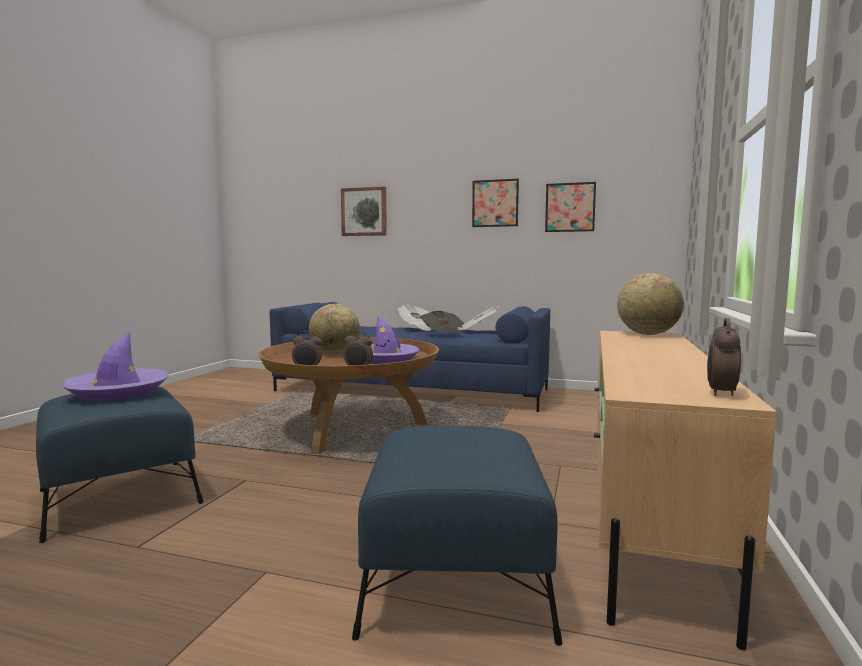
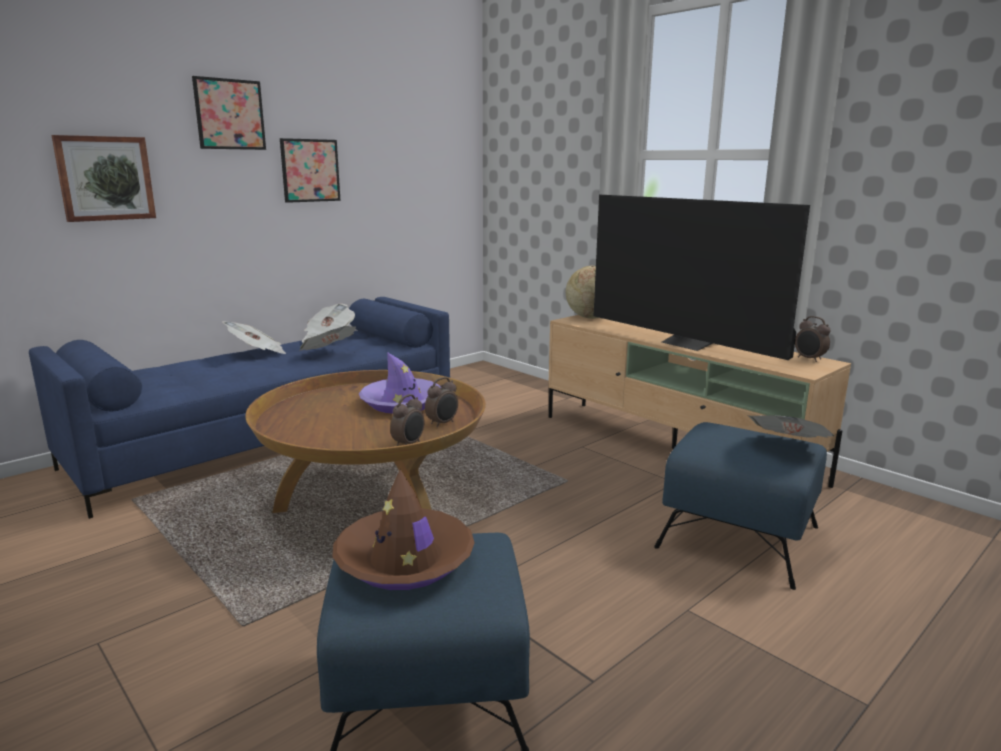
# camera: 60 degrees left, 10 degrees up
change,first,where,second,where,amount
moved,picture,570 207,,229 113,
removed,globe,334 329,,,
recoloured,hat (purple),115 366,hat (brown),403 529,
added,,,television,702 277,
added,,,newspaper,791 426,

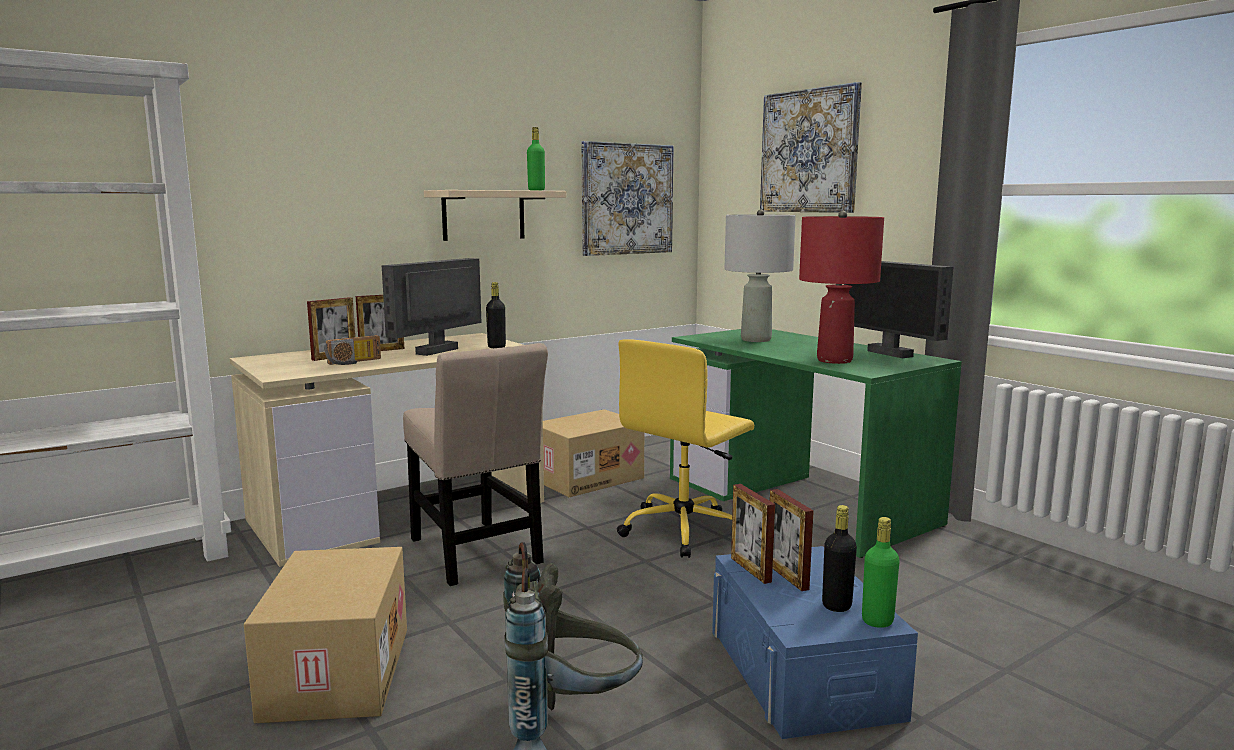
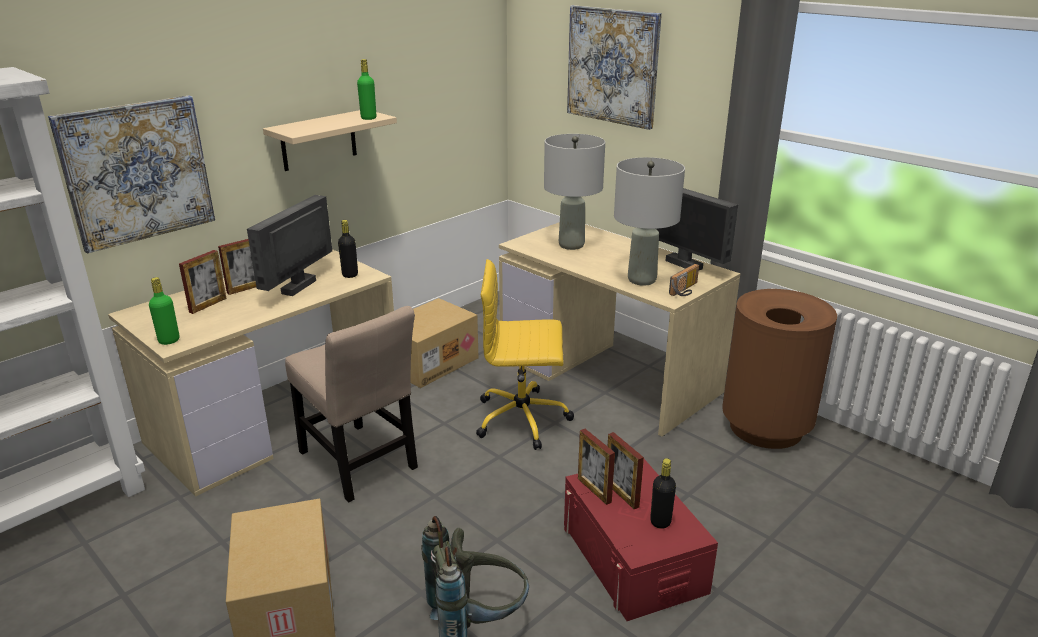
# camera: 10 degrees left, 15 degrees up
change,first,where,second,where,amount
moved,picture,627 198,,131 174,
recoloured,table lamp (red),841 287,table lamp (grey),649 221,
recoloured,desk (green),816 443,desk (beige),619 329,
moved,radio,352 350,,684 280,
turned,office chair (yellow),685 448,,525 354,60 degrees clockwise
moved,bottle (green),881 572,,164 311,
recoloured,storage box (blue),815 642,storage box (red),641 540,
added,,,trash can (brown),779 369,

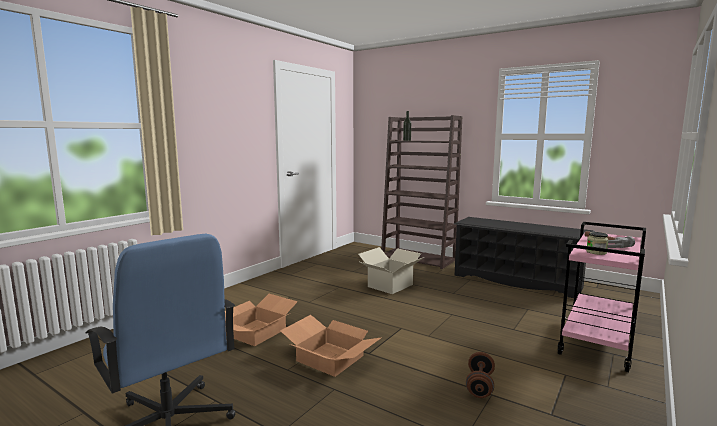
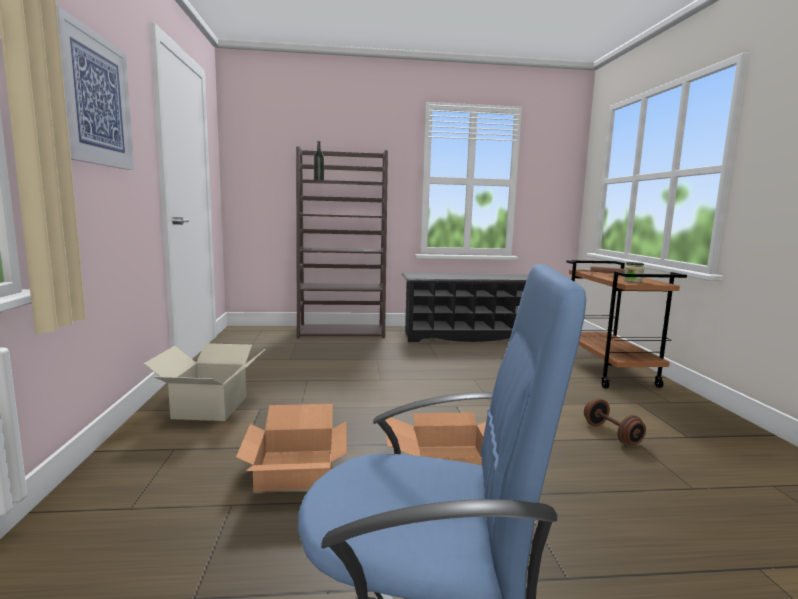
# camera: 40 degrees left, 0 degrees up
change,first,where,second,where,amount
recoloured,cart (pink),602 297,cart (brown),626 324,
moved,cardboard box,391 270,,204 382,
added,,,picture,95 88,

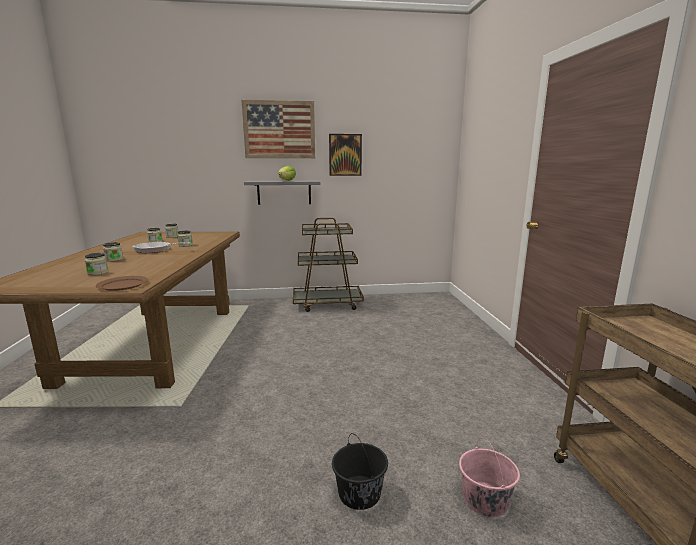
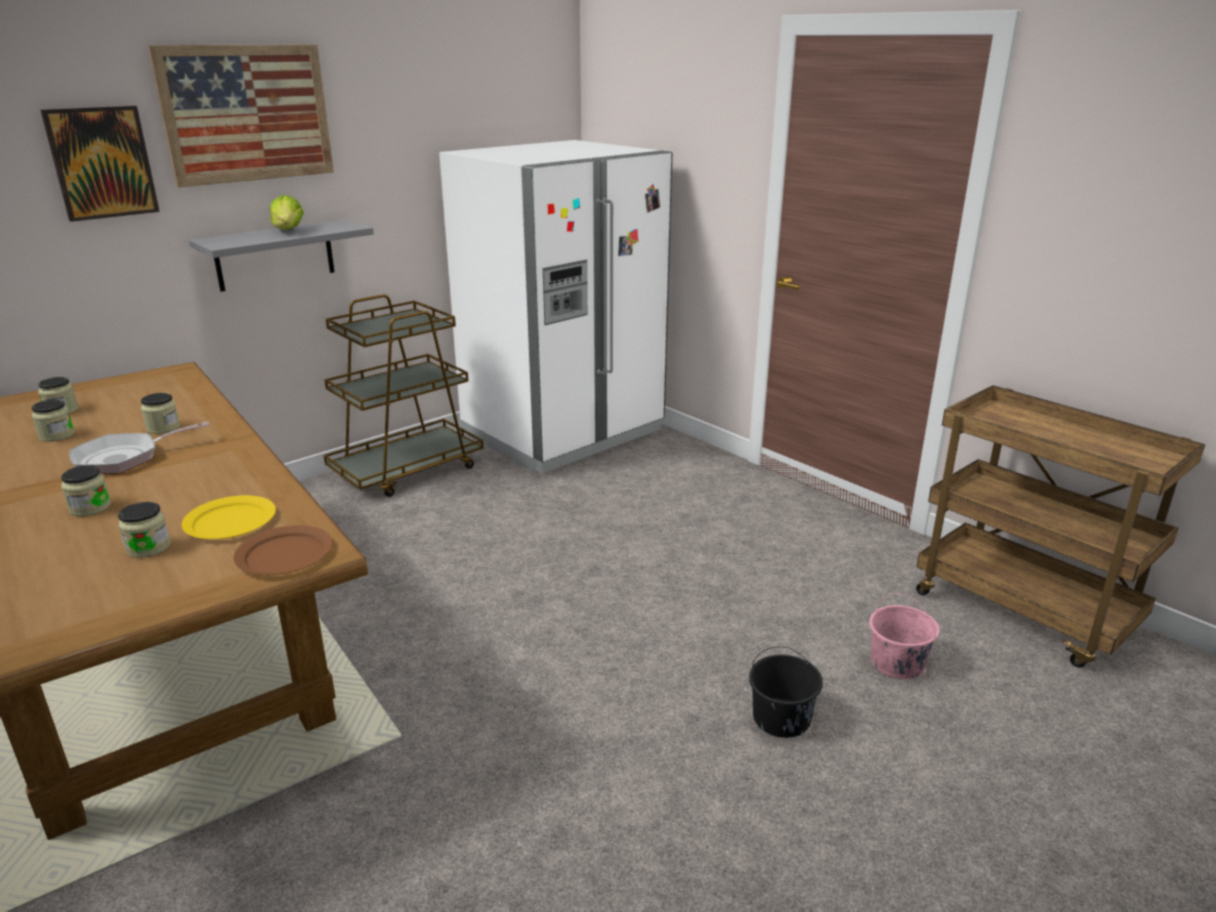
# camera: 35 degrees left, 10 degrees up
change,first,where,second,where,amount
moved,picture,345 155,,100 164,
added,,,fridge (white),556 307,
added,,,plate (yellow),228 517,

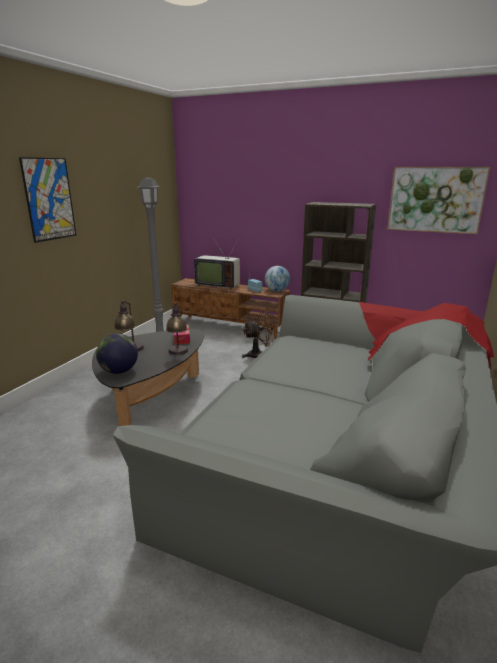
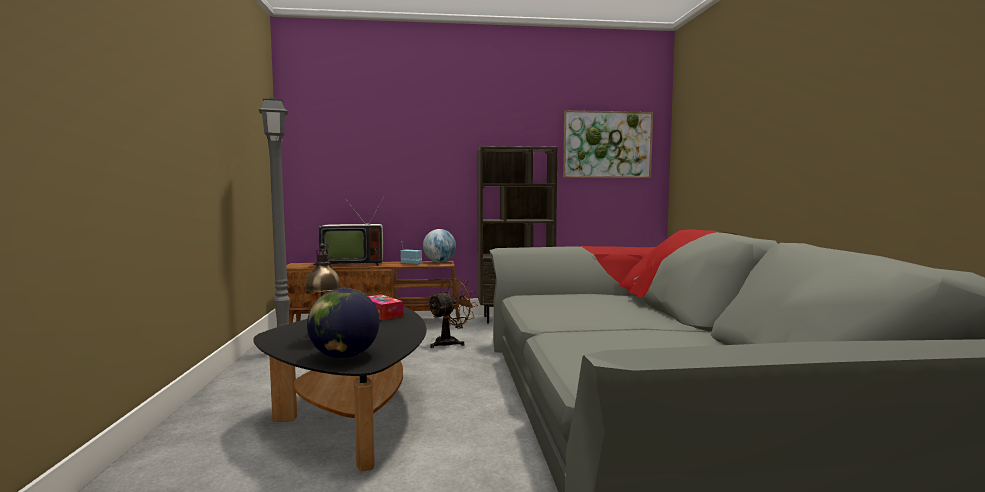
# camera: 30 degrees left, 15 degrees down
change,first,where,second,where,amount
removed,picture,47 200,,,
removed,table lamp,177 328,,,

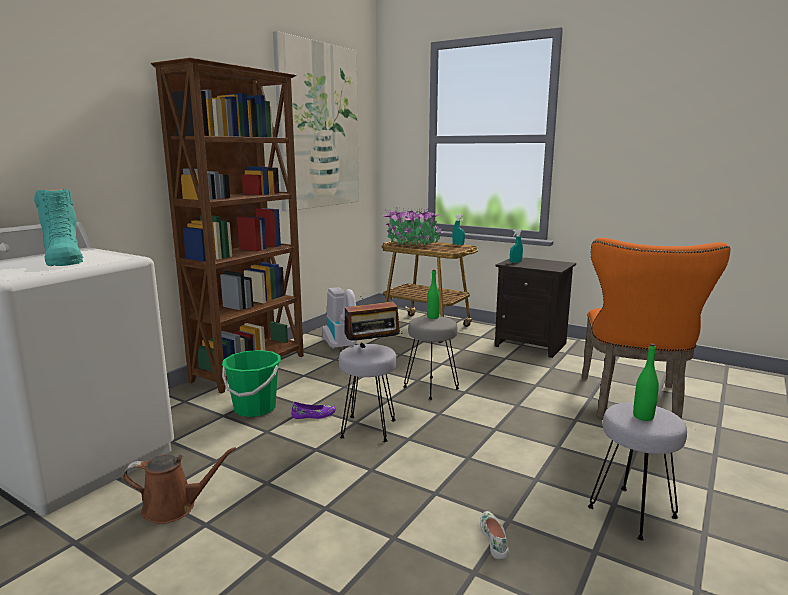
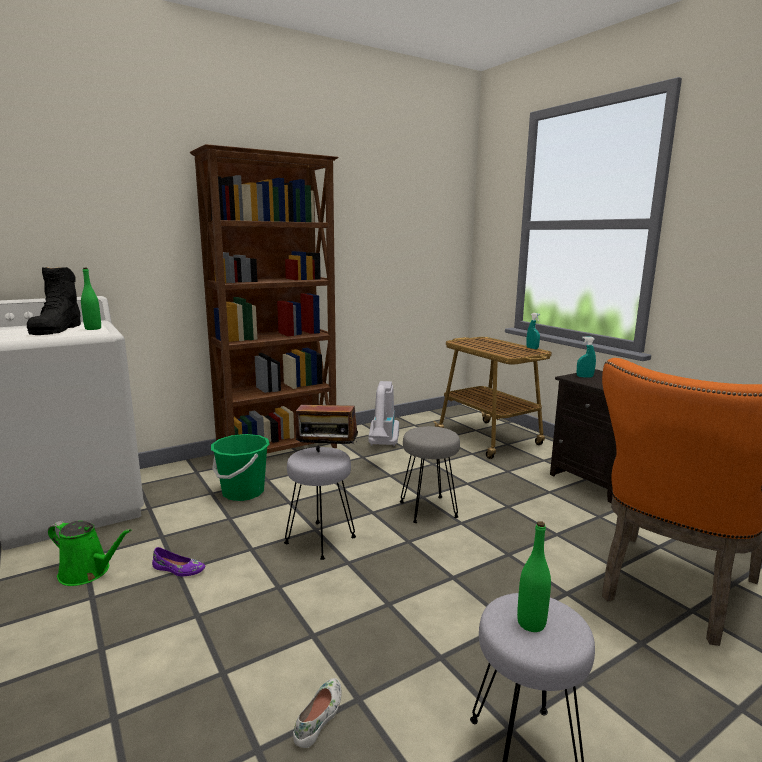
# camera: 25 degrees right, 0 degrees up
change,first,where,second,where,amount
removed,picture,316 121,,,
recoloured,boot (turquoise),58 227,boot (black),54 301,
removed,potted plant,413 226,,,
moved,bottle (green),433 294,,91 299,
moved,shoe (purple),313 410,,178 561,
recoloured,watering can (brown),179 485,watering can (green),90 553,

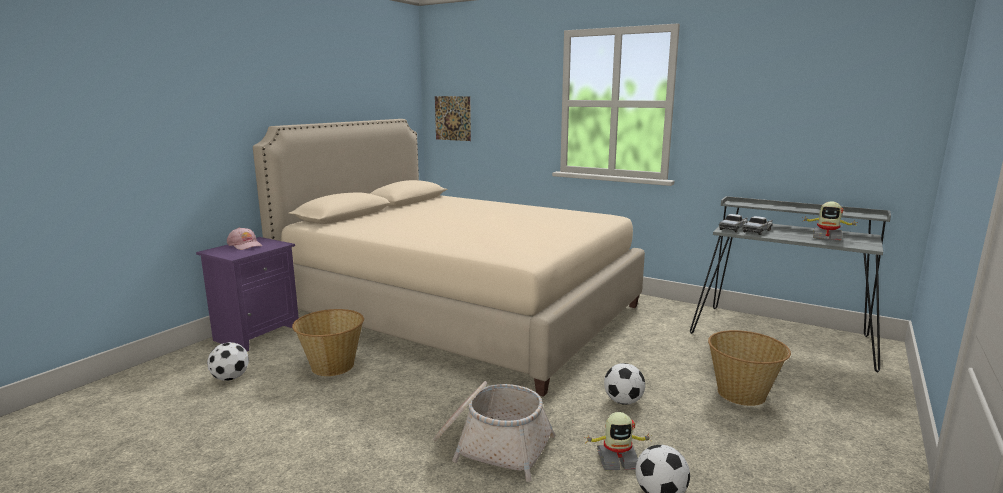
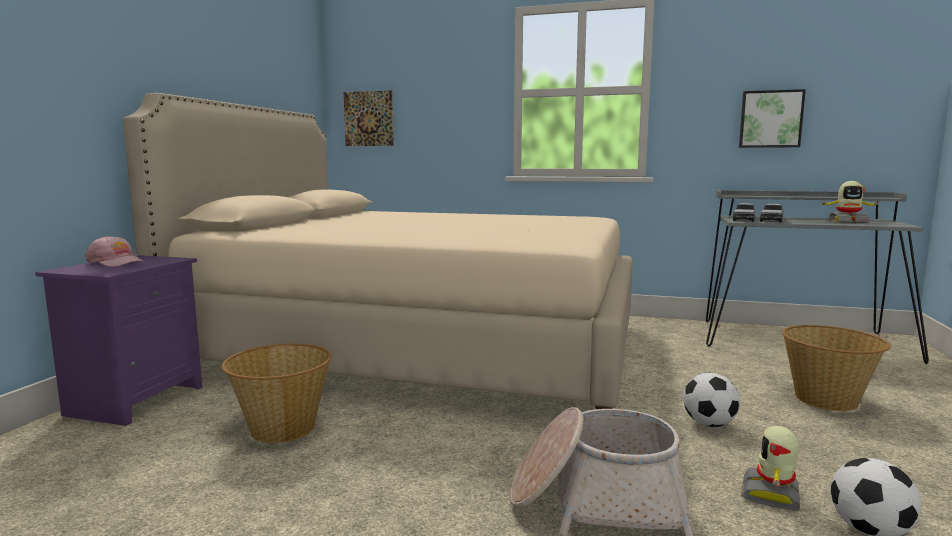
# camera: 15 degrees left, 5 degrees down
change,first,where,second,where,amount
removed,football,228 361,,,
turned,toy robot,617 441,,770 468,135 degrees clockwise
added,,,picture,772 118,

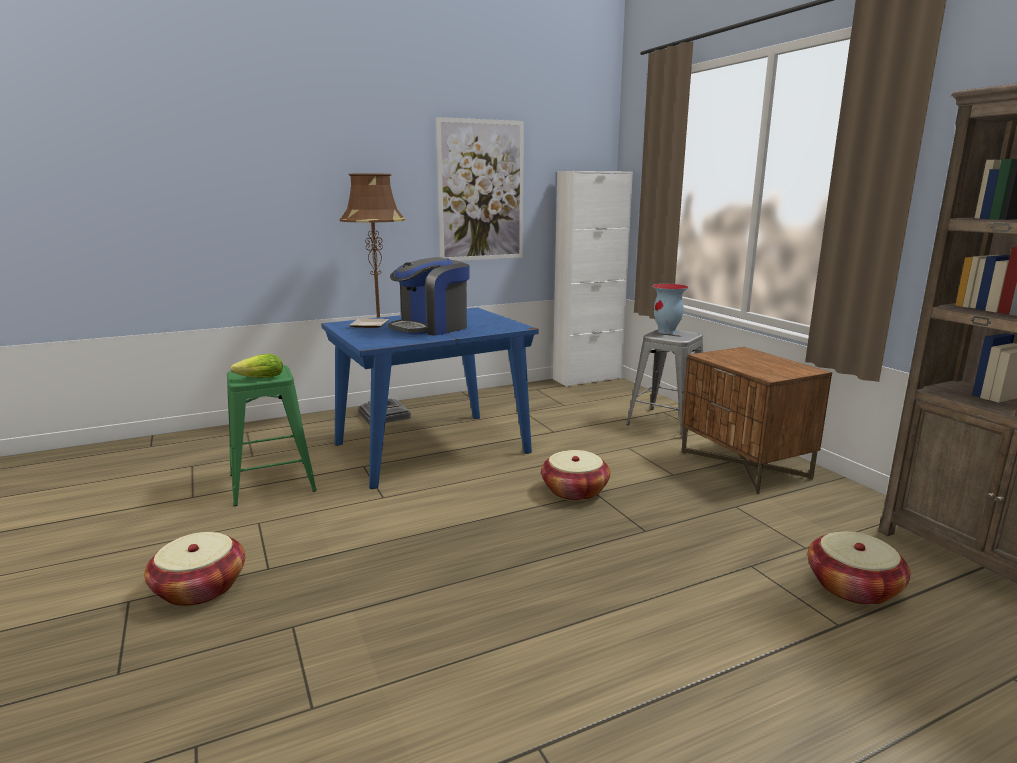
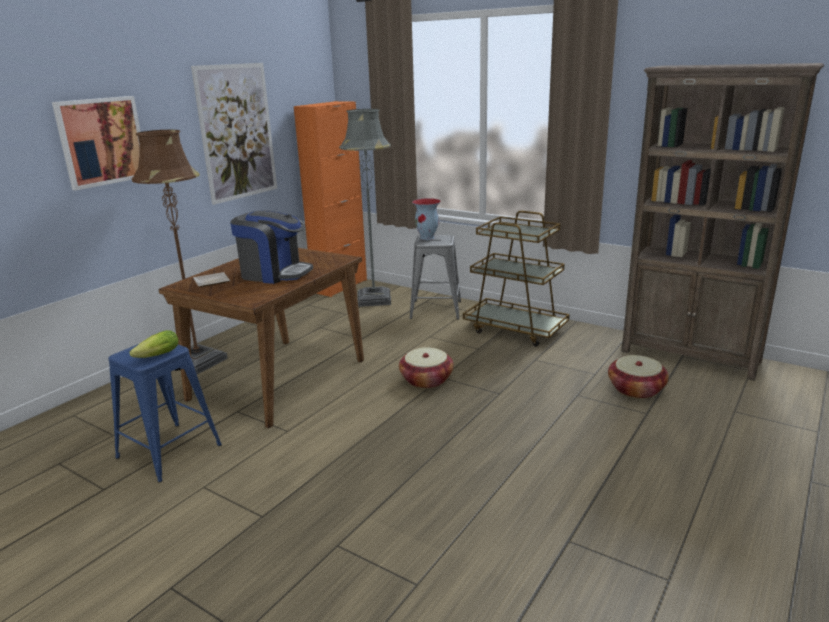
# camera: 30 degrees left, 5 degrees up
change,first,where,second,where,amount
recoloured,cabinet (white),593 279,cabinet (orange),330 199,
turned,coffee machine,429 296,,271 247,90 degrees counterclockwise
recoloured,dining table (blue),430 398,dining table (brown),261 338,
replaced,nightstand (brown),757 421,cart (brown),516 279,
recoloured,stool (green),272 435,stool (blue),165 413,
removed,basket,194 569,,,
added,,,picture,96 143,
added,,,floor lamp (grey),365 208,

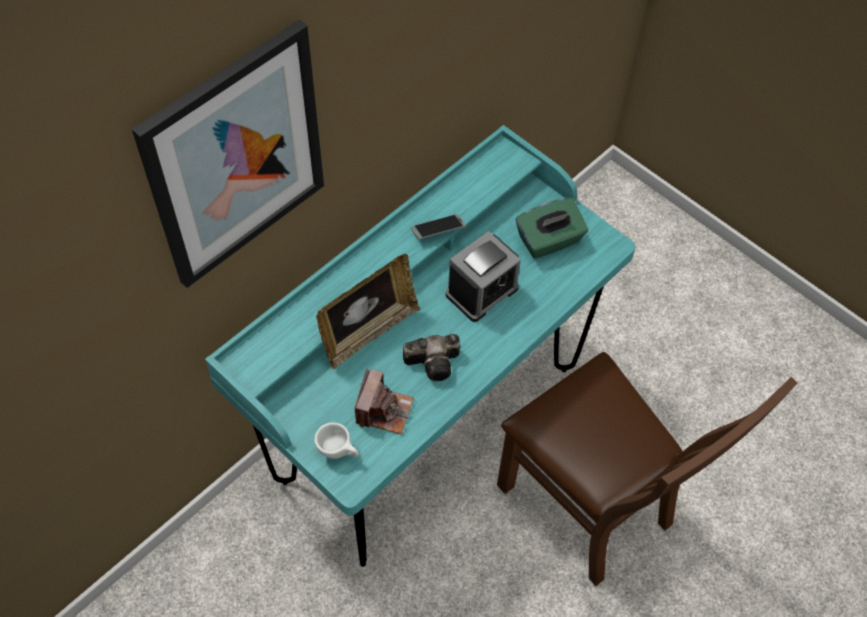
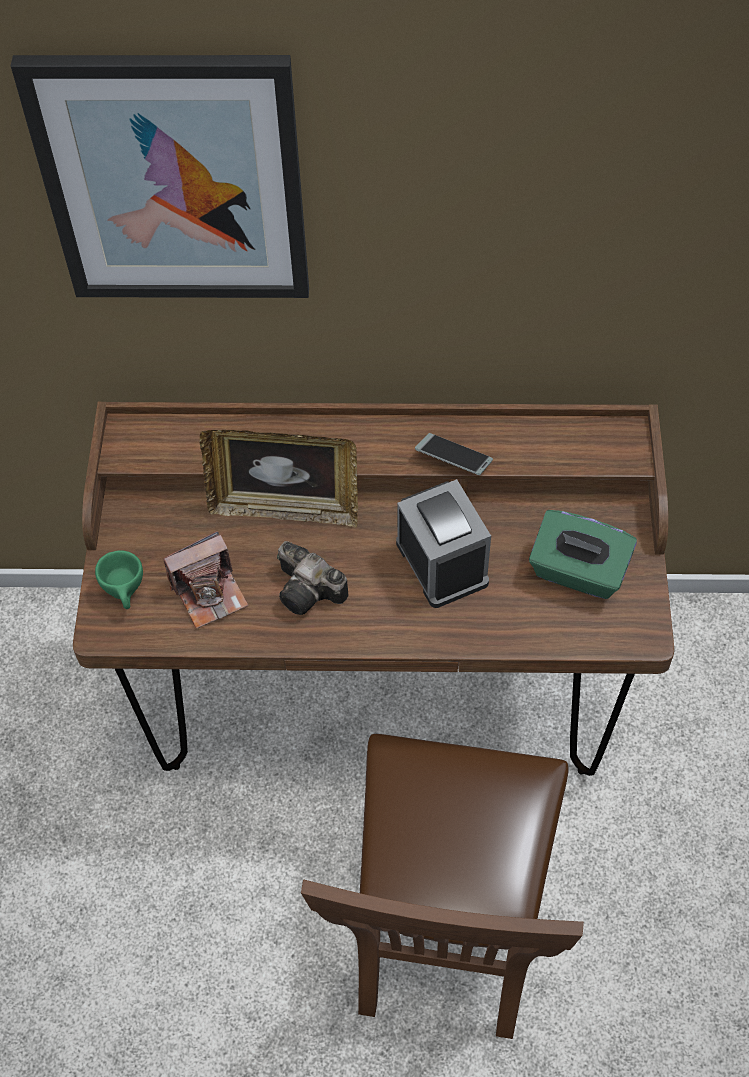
# camera: 50 degrees right, 0 degrees up
change,first,where,second,where,amount
recoloured,desk (turquoise),420 346,desk (brown),373 589,
turned,alarm clock,483 276,,443 543,120 degrees counterclockwise
recoloured,cup (white),336 441,cup (green),119 579,

